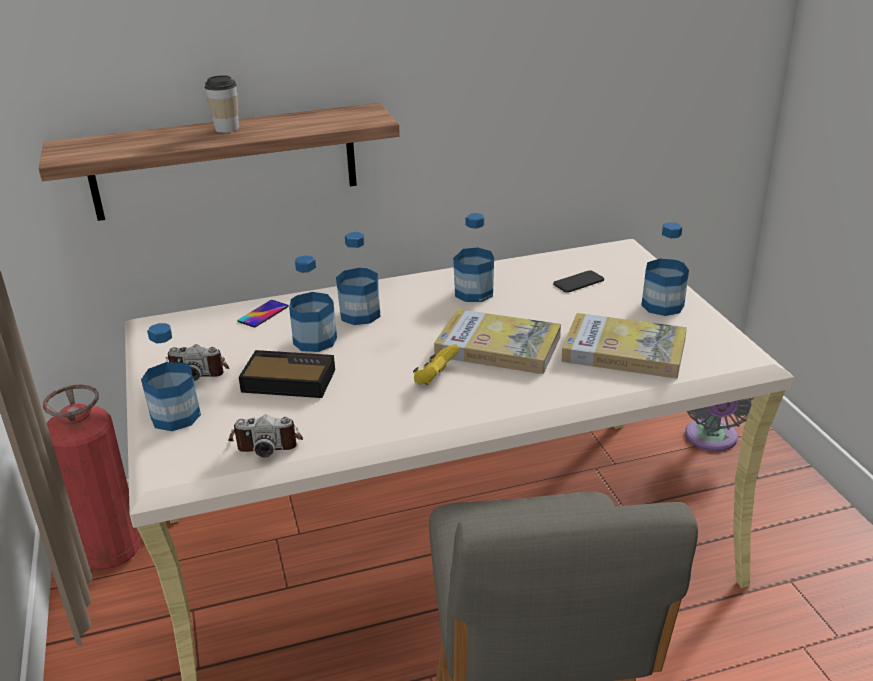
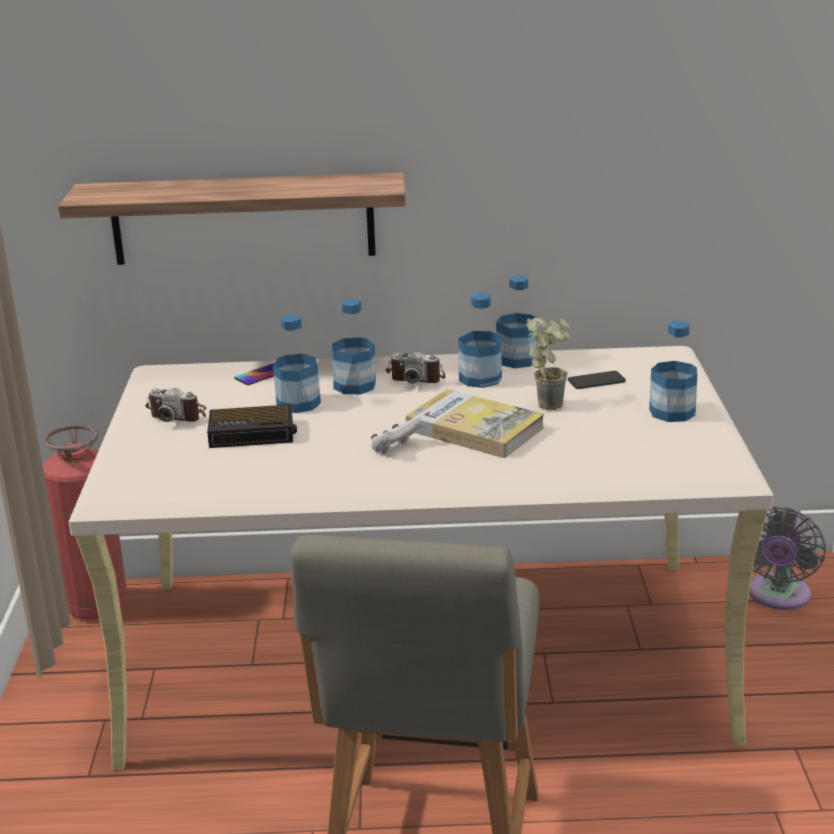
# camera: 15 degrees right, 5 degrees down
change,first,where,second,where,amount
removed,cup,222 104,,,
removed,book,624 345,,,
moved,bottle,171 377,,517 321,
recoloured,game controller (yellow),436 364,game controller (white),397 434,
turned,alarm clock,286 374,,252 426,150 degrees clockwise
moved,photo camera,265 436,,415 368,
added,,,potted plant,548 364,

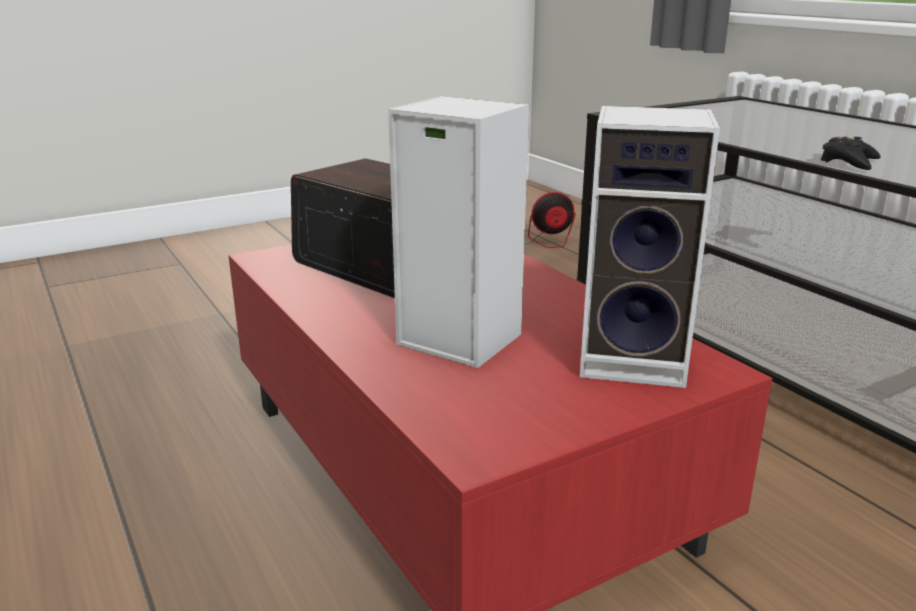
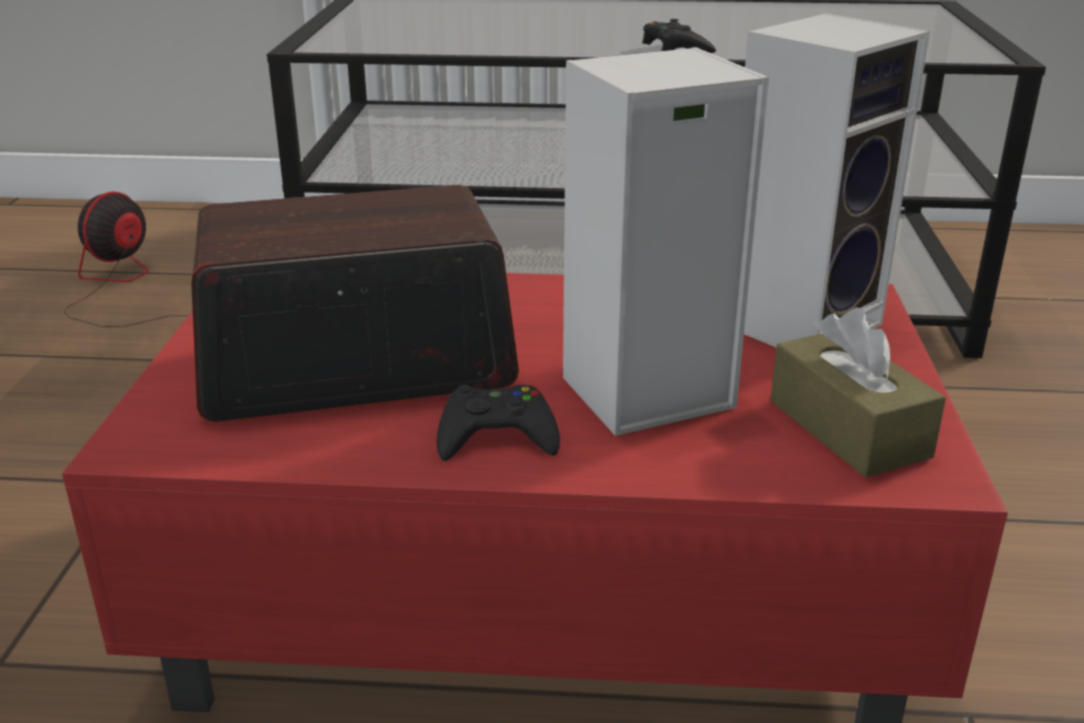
# camera: 55 degrees left, 5 degrees up
change,first,where,second,where,amount
added,,,tissue box (brown),858 392,
added,,,game controller (black),498 423,

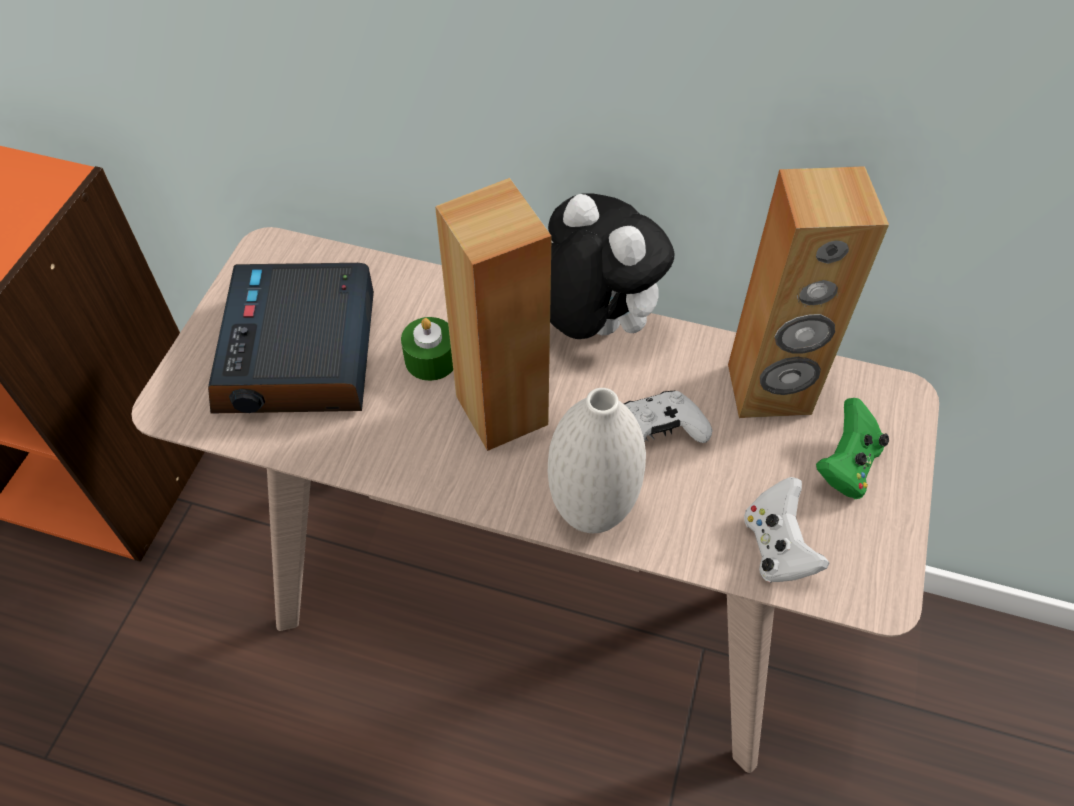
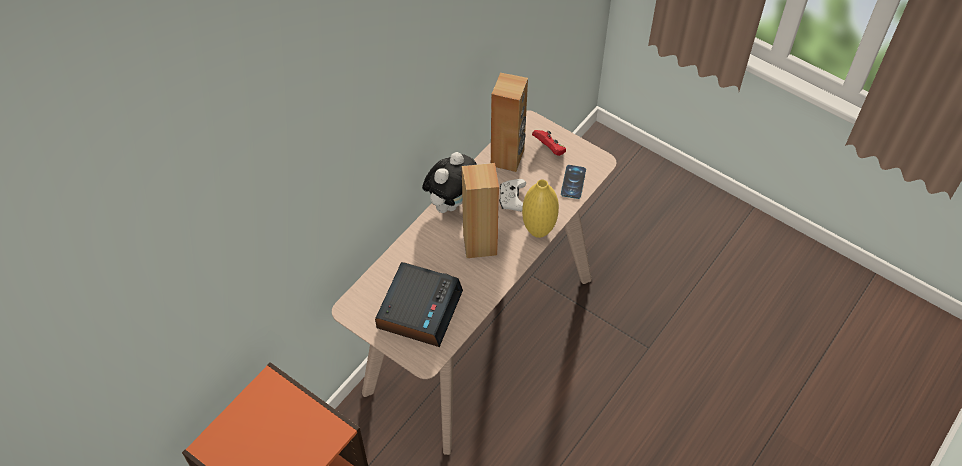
# camera: 70 degrees left, 0 degrees up
change,first,where,second,where,amount
turned,plush toy,611 266,,449 182,150 degrees clockwise
turned,alarm clock,291 338,,419 304,90 degrees counterclockwise
removed,candle (green),427 349,,,
recoloured,vase (white),597 460,vase (yellow),540 208,
recoloured,game controller (green),852 448,game controller (red),549 143,
replaced,game controller (white),786 530,phone,573 182,

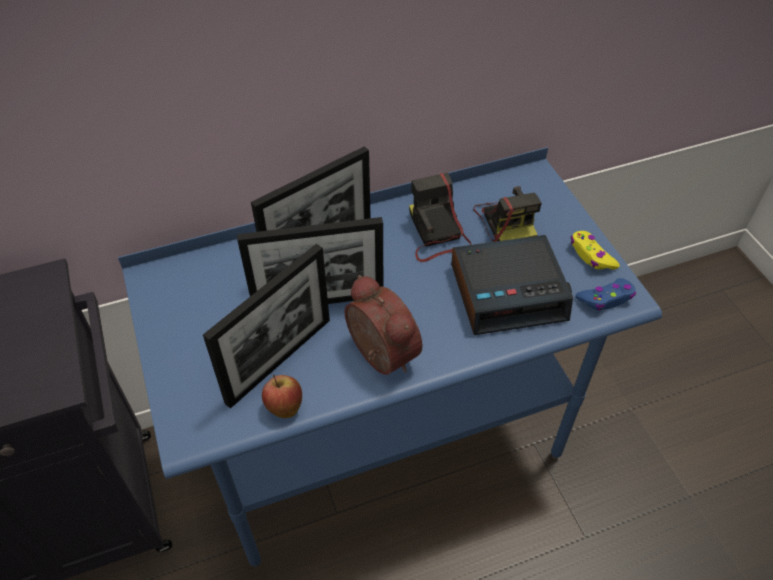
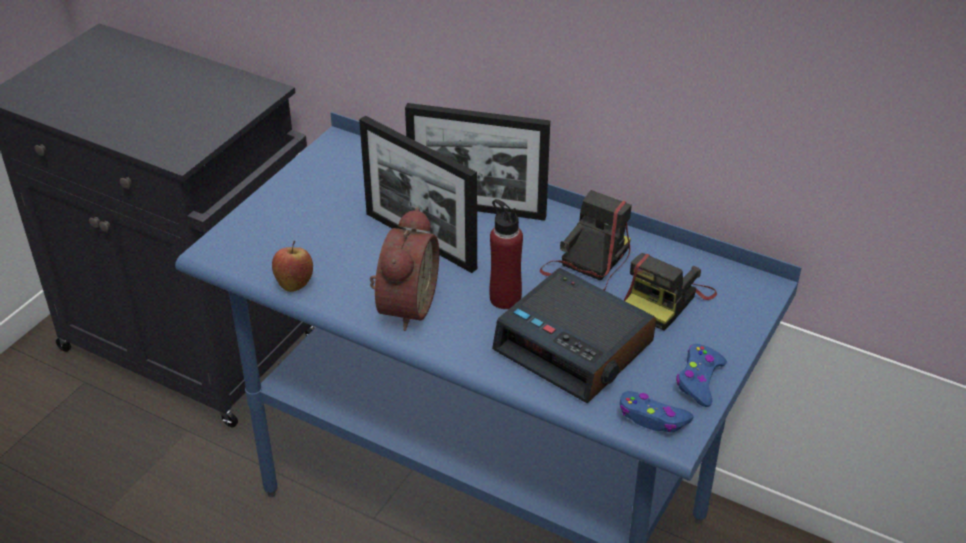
# camera: 50 degrees right, 10 degrees down
change,first,where,second,where,amount
recoloured,game controller (yellow),595 250,game controller (blue),701 375,
removed,picture frame,266 326,,,
added,,,bottle (red),506 254,

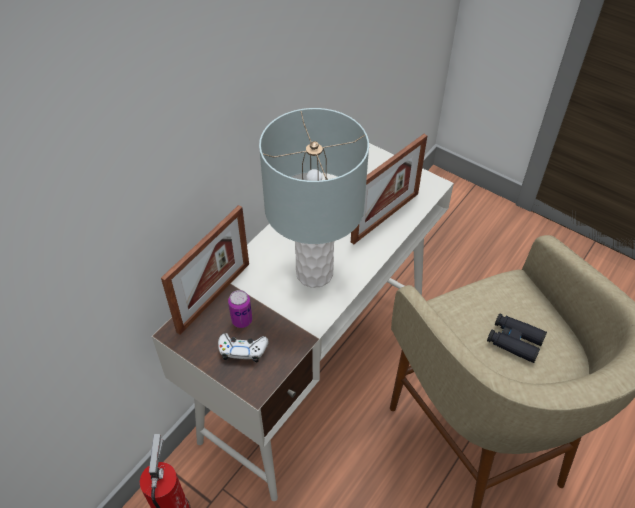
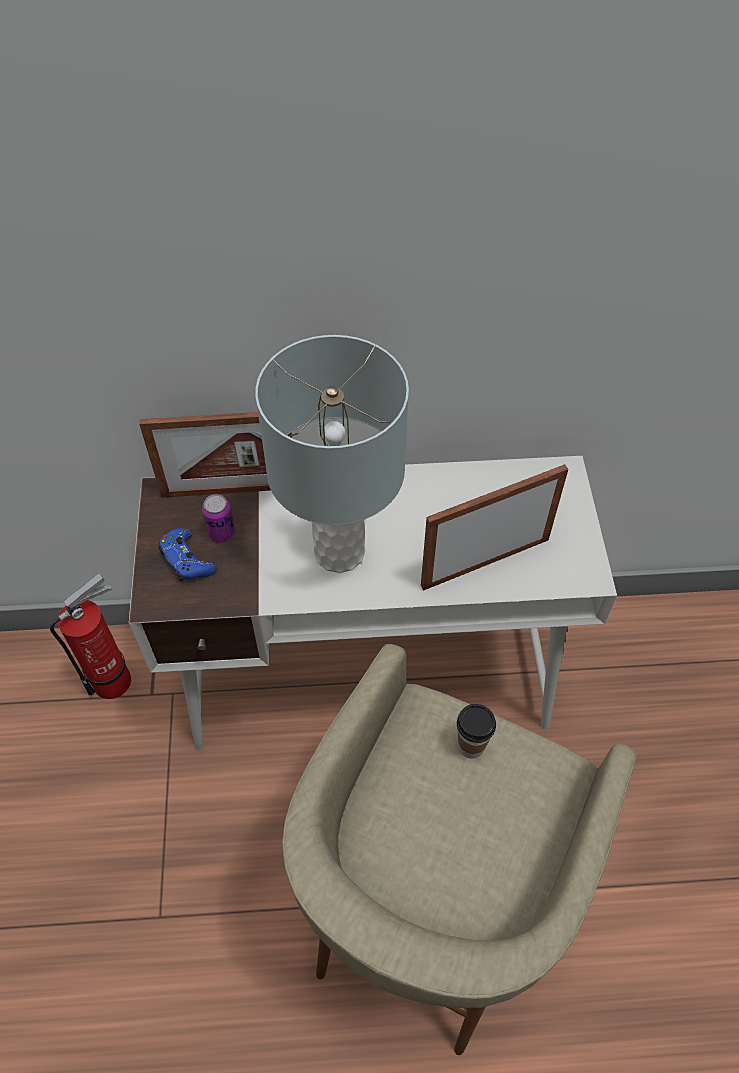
# camera: 50 degrees right, 5 degrees up
change,first,where,second,where,amount
turned,picture frame,389 189,,494 527,150 degrees clockwise
removed,binoculars (black),517 338,,,
recoloured,game controller (white),243 348,game controller (blue),187 555,
added,,,cup,476 731,

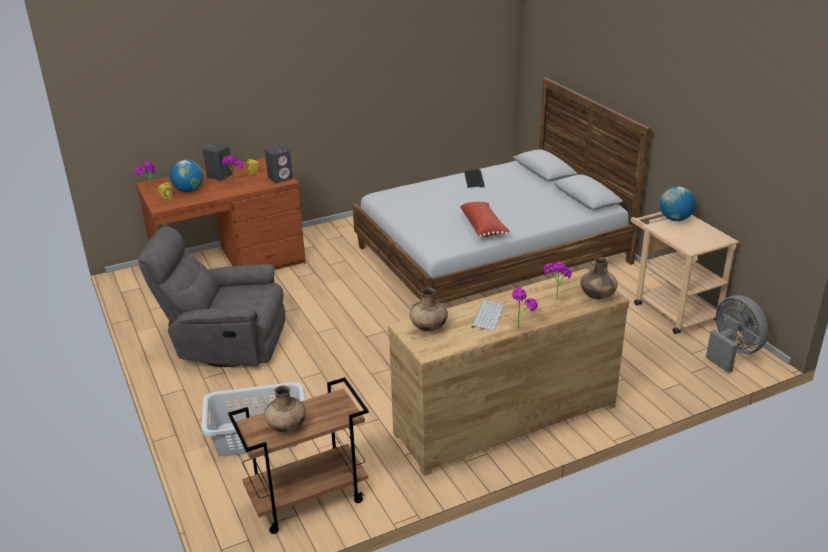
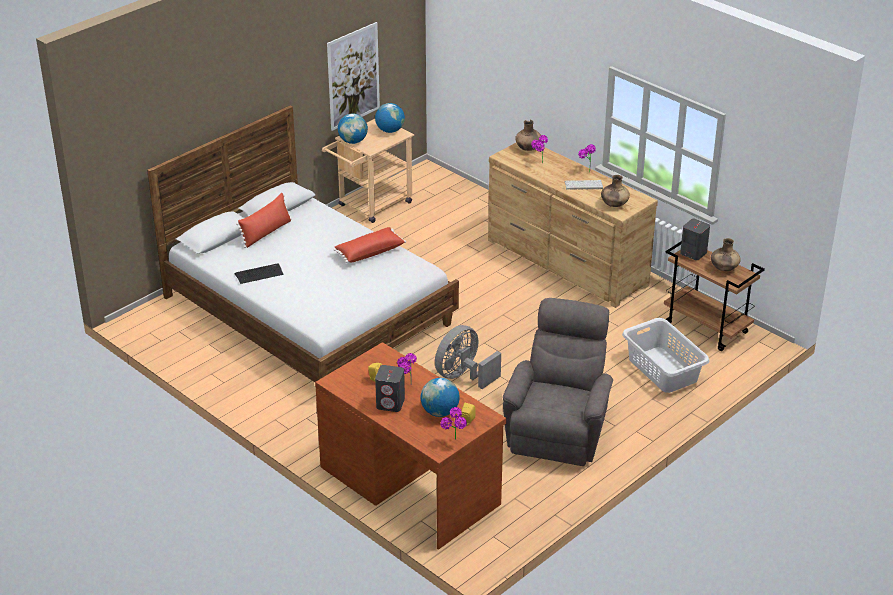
# camera: 110 degrees left, 5 degrees up
change,first,where,second,where,amount
moved,speaker (grey),279 163,,695 239,
turned,armchair (grey),211 296,,558 382,150 degrees counterclockwise
moved,fan (grey),737 334,,468 357,
added,,,picture,353 76,
added,,,globe,390 118,
added,,,pillow (red),264 220,

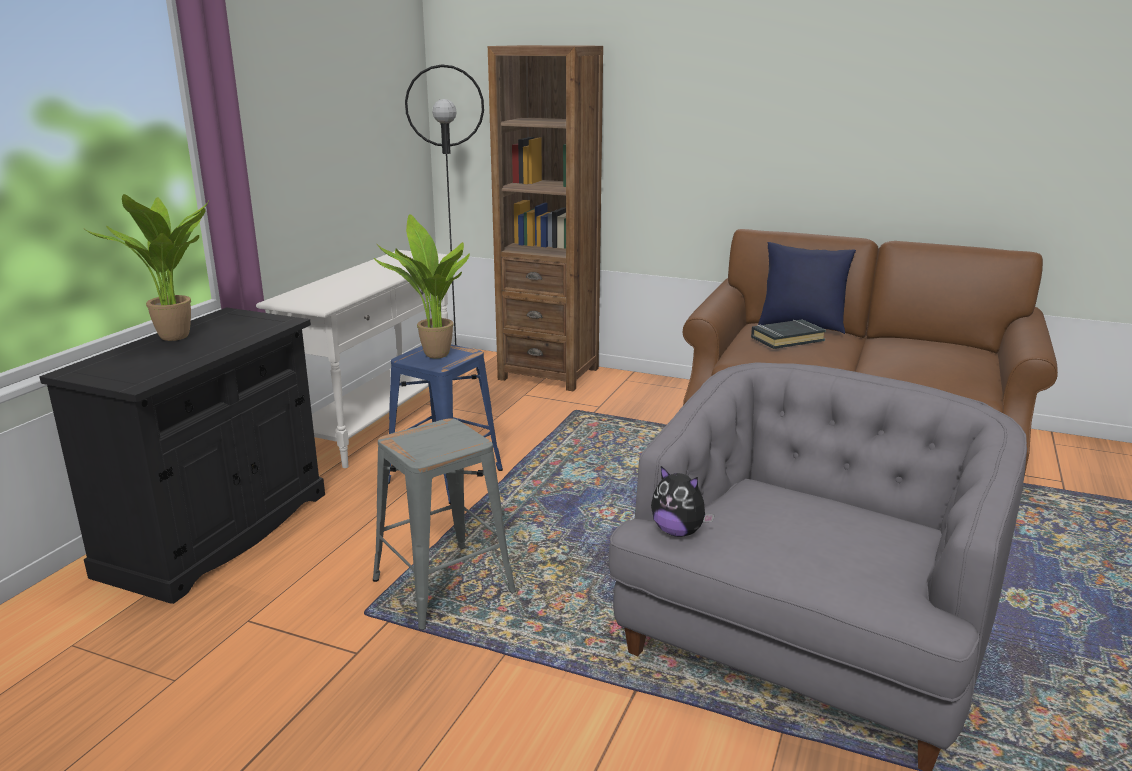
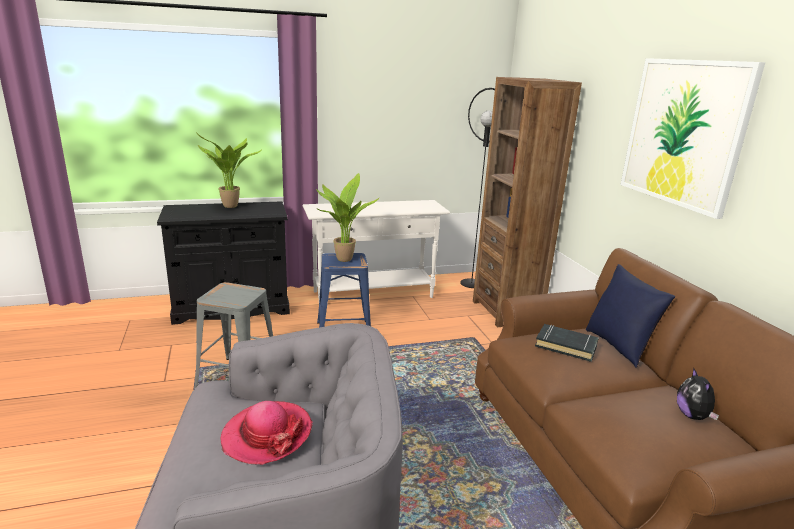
# camera: 50 degrees right, 0 degrees up
change,first,where,second,where,amount
moved,plush toy,683 501,,698 393,
added,,,picture,692 138,
added,,,hat,266 433,

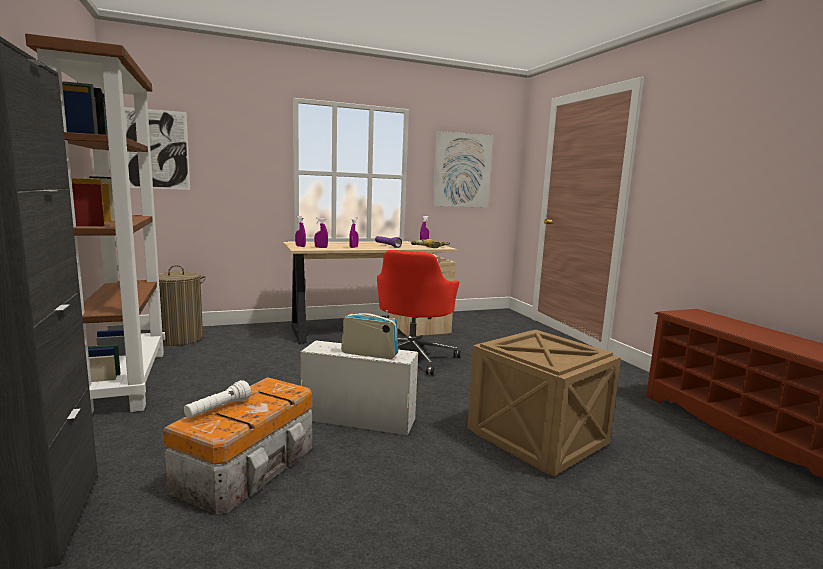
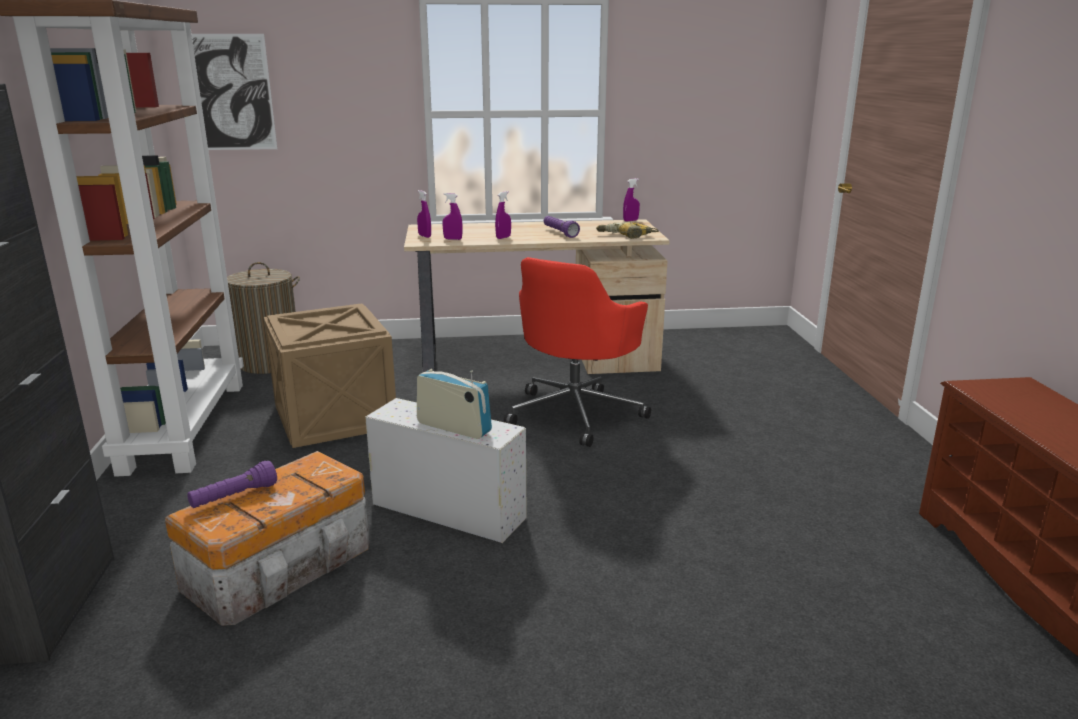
# camera: 15 degrees right, 10 degrees up
change,first,where,second,where,amount
removed,picture,463 169,,,
moved,crate,544 403,,330 375,
recoloured,flashlight (white),217 399,flashlight (purple),232 484,

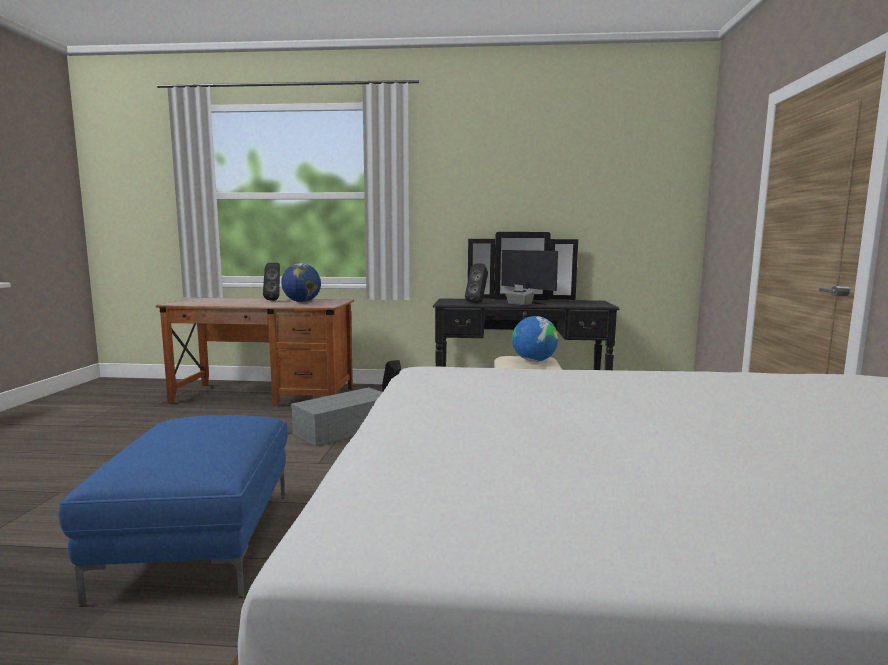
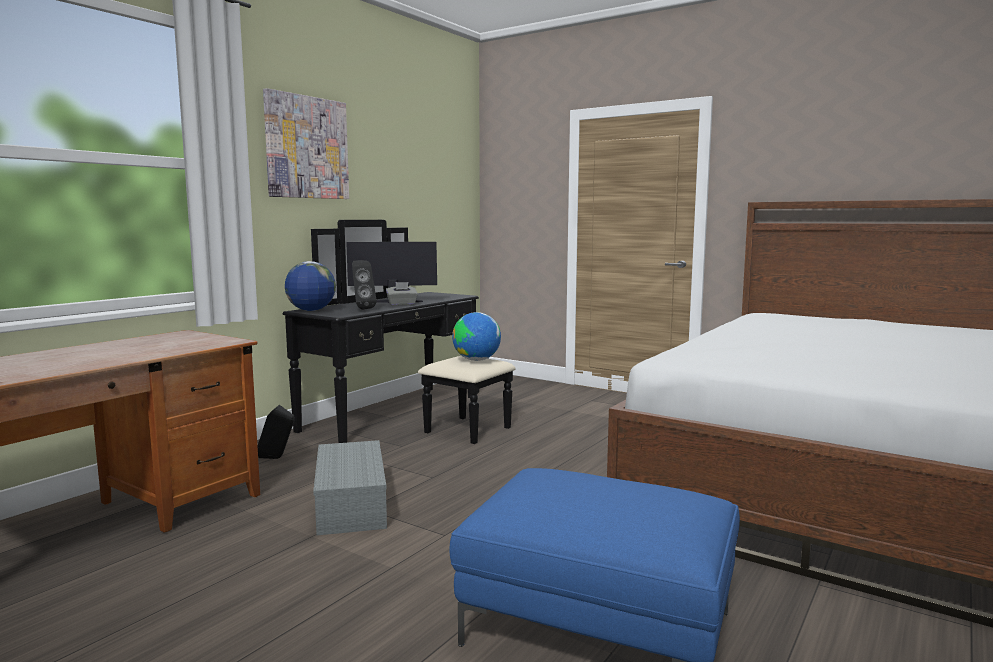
# camera: 60 degrees left, 0 degrees up
change,first,where,second,where,amount
removed,speaker (black),271 282,,,
moved,globe,301 282,,310 286,
added,,,picture,306 143,

